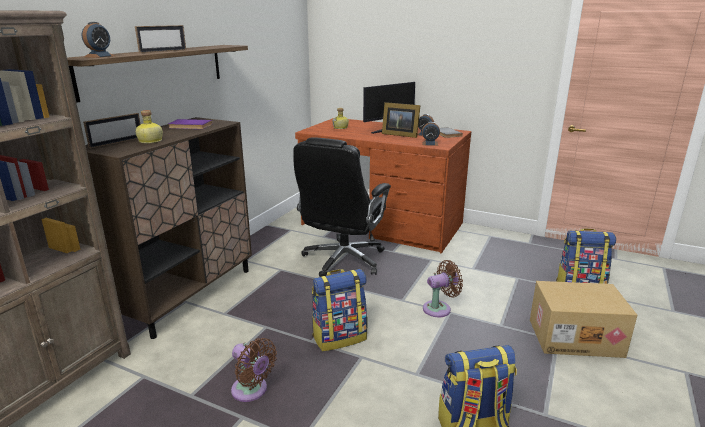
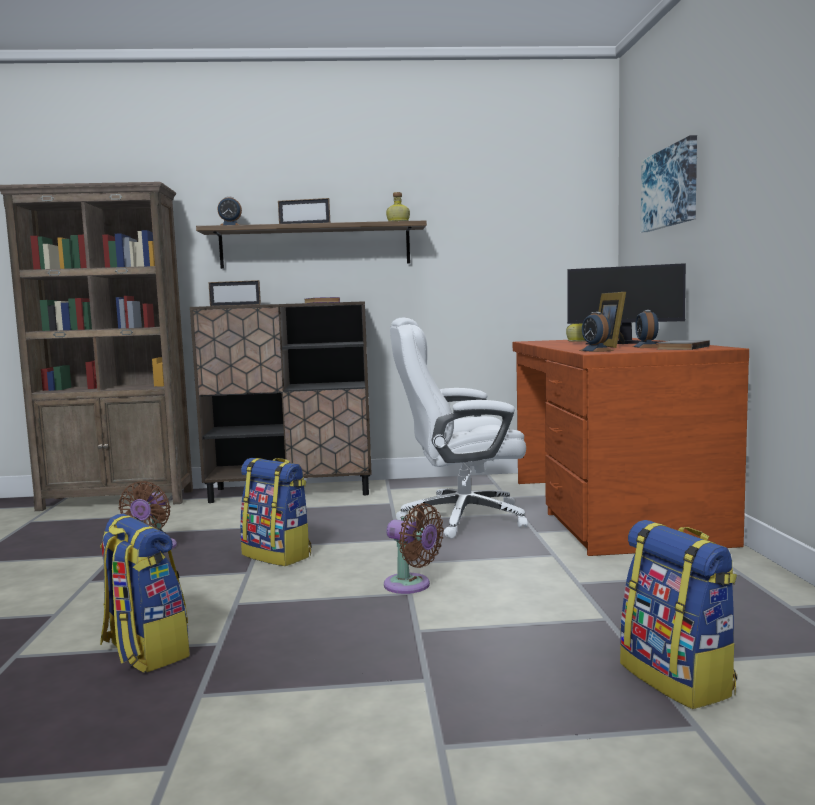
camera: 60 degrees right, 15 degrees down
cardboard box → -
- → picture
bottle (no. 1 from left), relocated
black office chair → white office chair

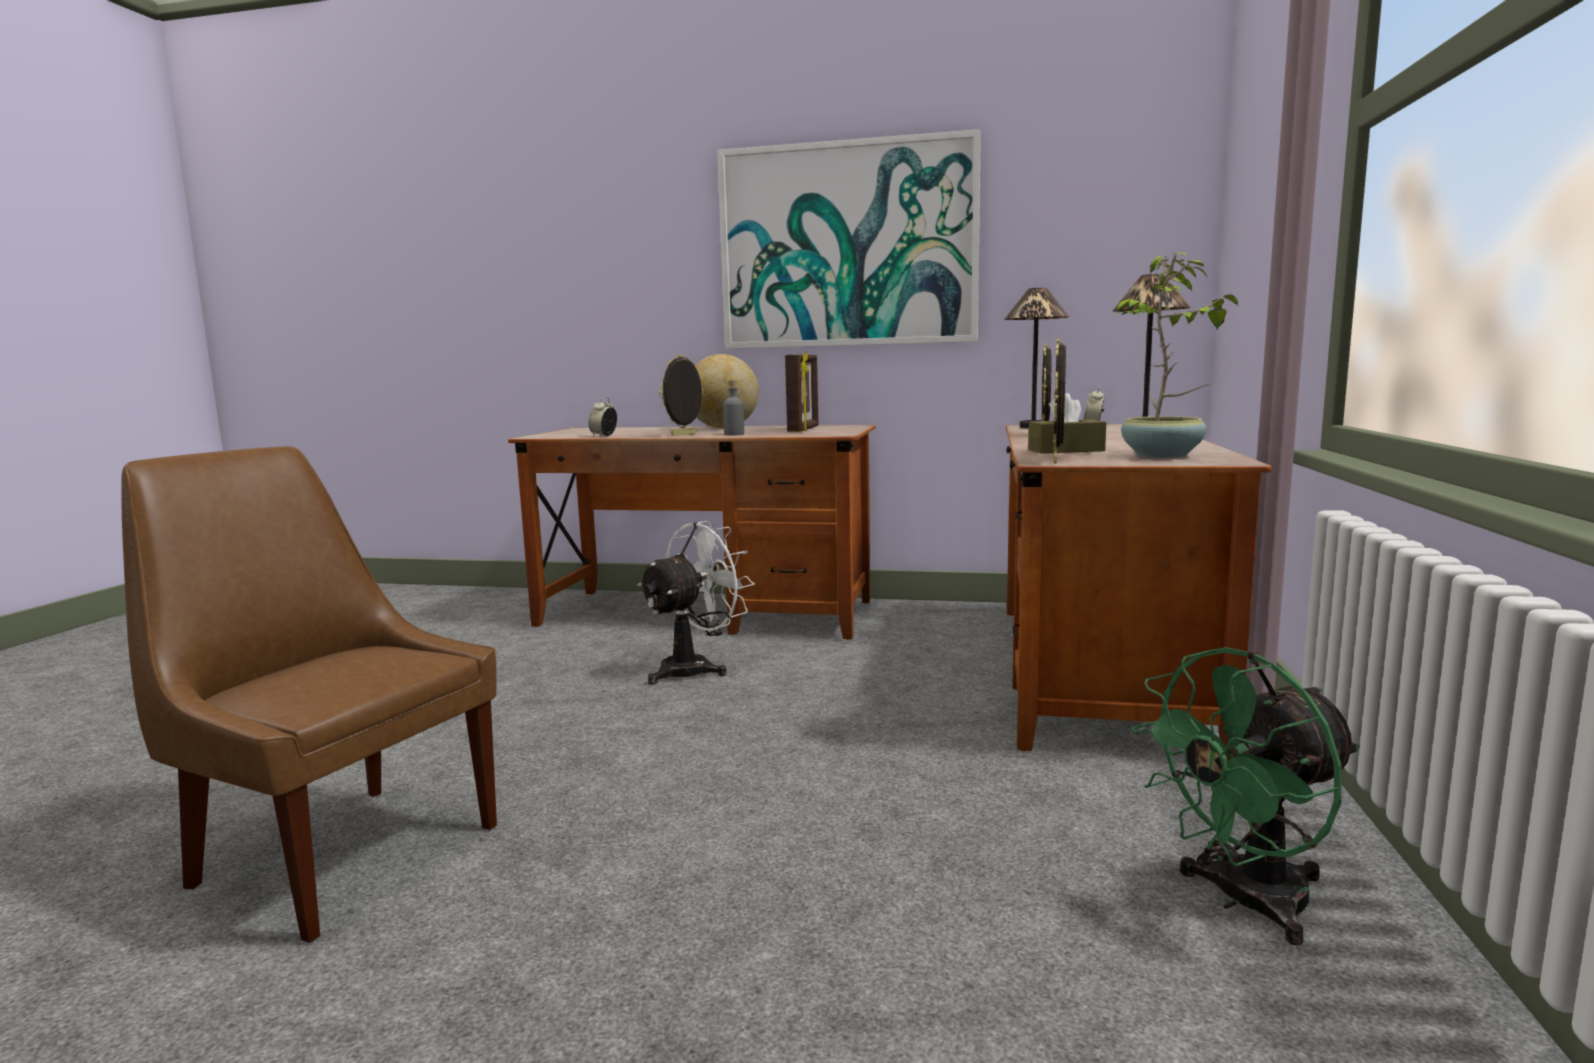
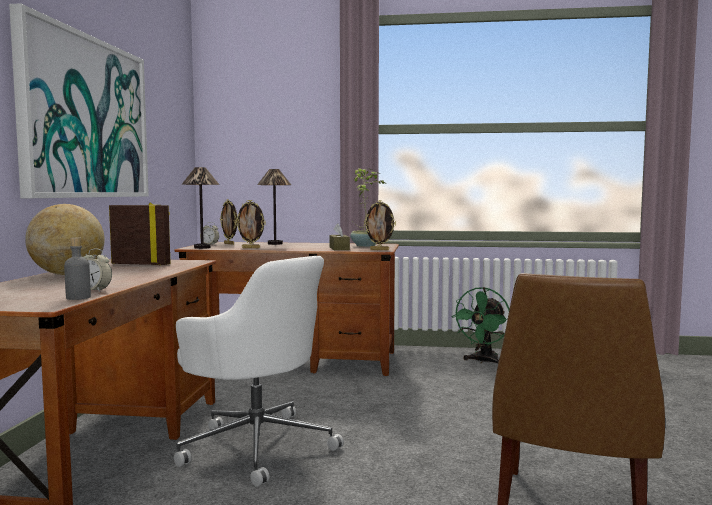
camera: 95 degrees left, 5 degrees down
picture frame (no. 1 from left in the first image) → picture frame (no. 2 from left), relocated
grey bottle, relocated
white fan → white office chair
green fan, 60 degrees clockwise

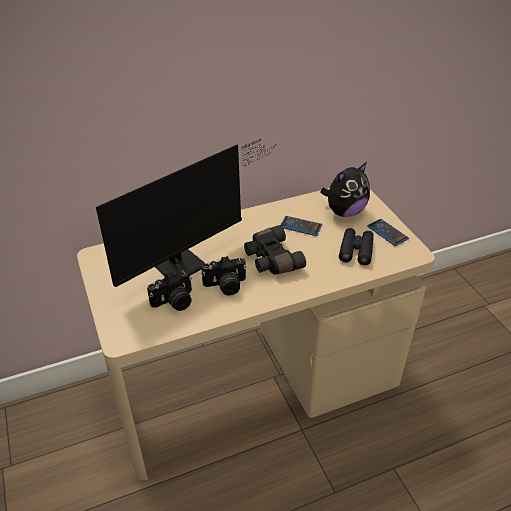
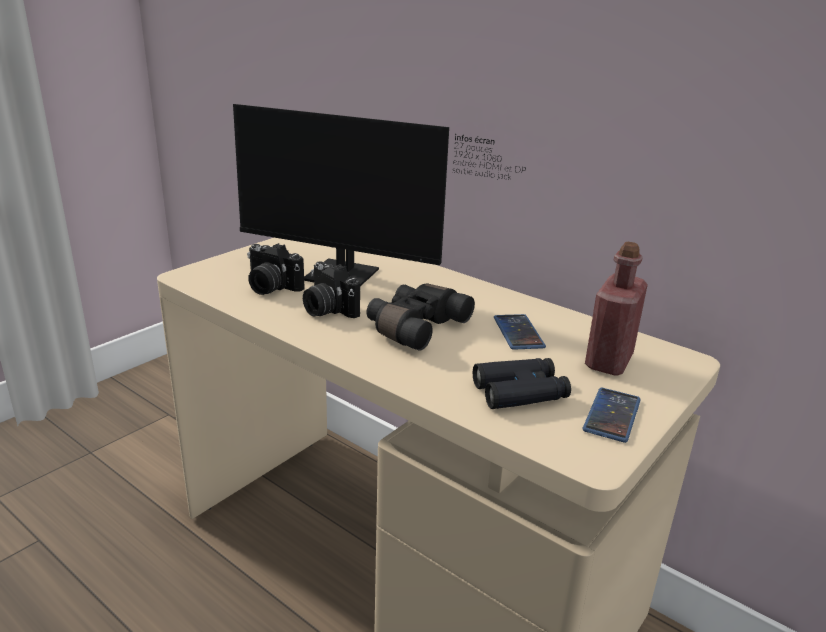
camera: 60 degrees right, 15 degrees down
plush toy → red bottle

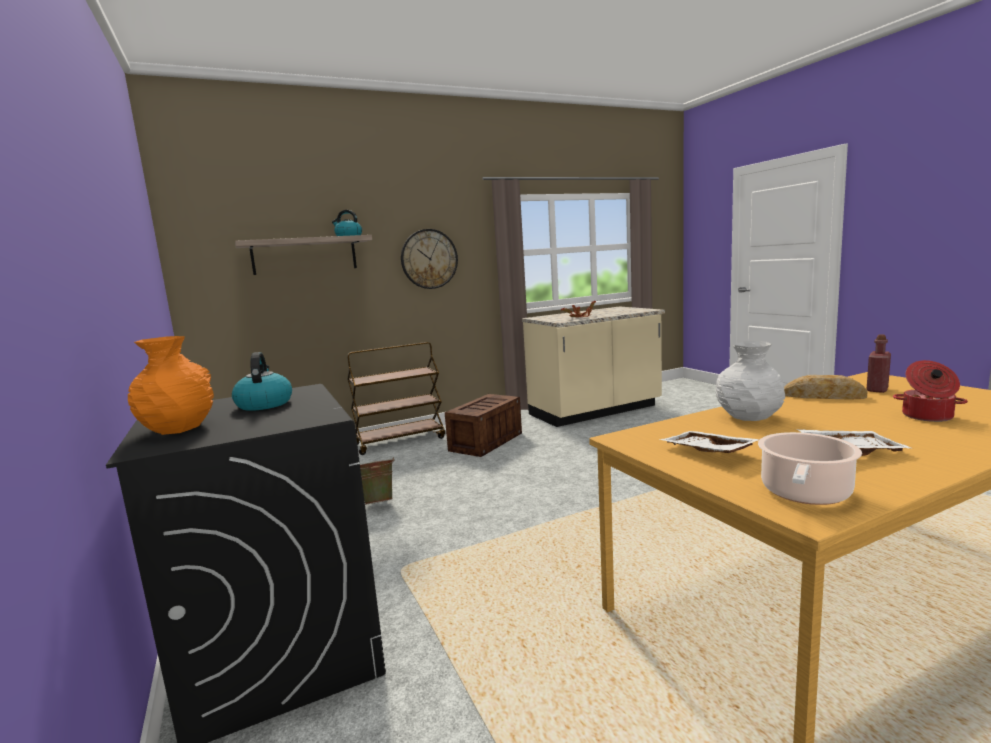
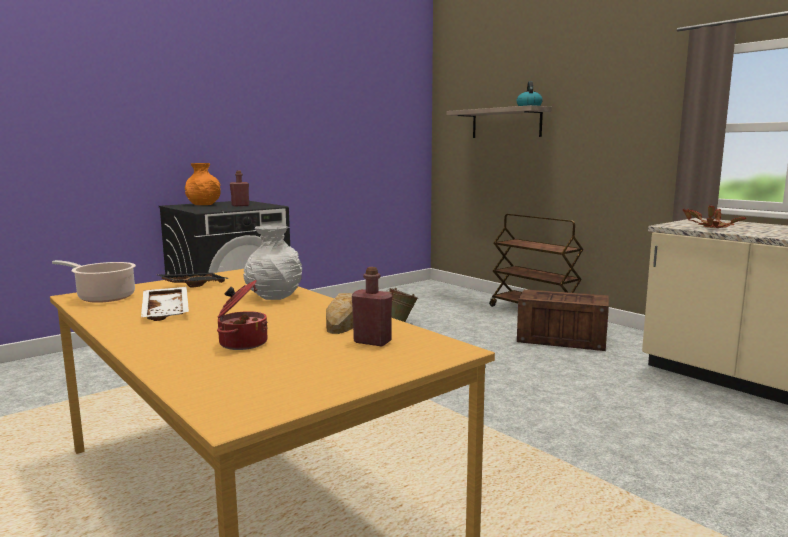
camera: 75 degrees right, 0 degrees up
wall clock → -
kettle (no. 1 from left) → red bottle (no. 1 from left)
white tray (no. 1 from left) → black tray

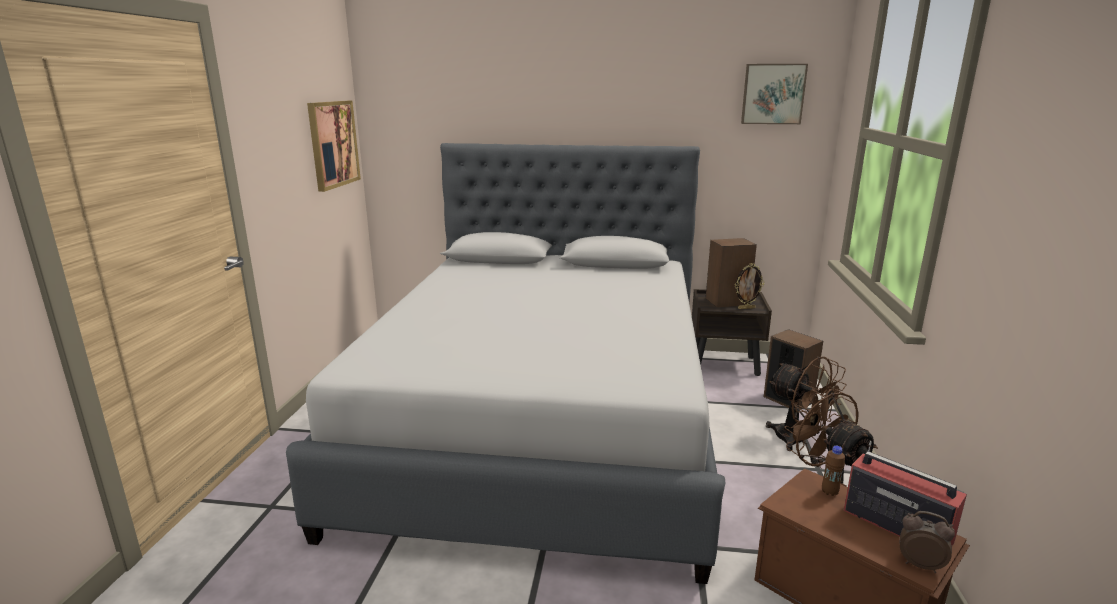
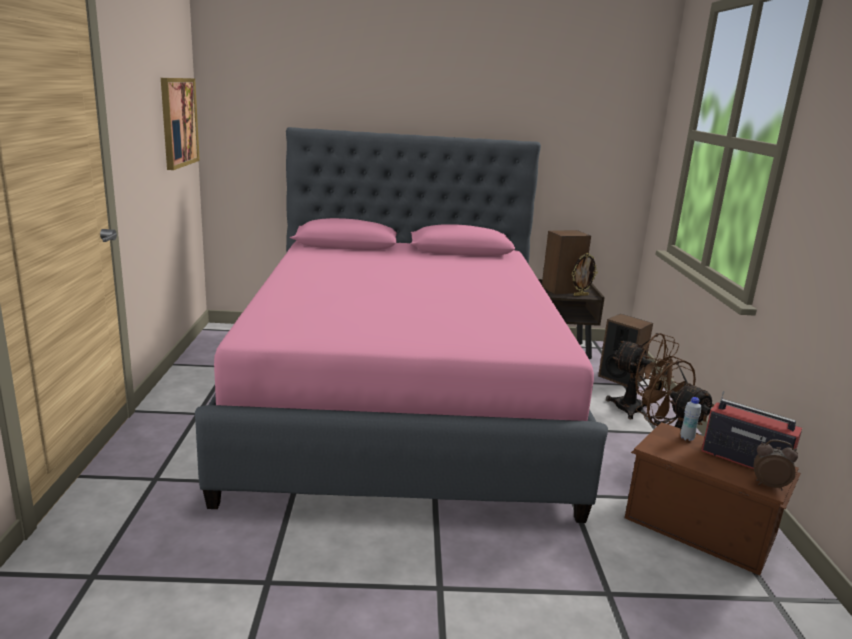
camera: 10 degrees left, 0 degrees up
picture (no. 2 from left) → -
grey bed → pink bed
brown bottle → white bottle

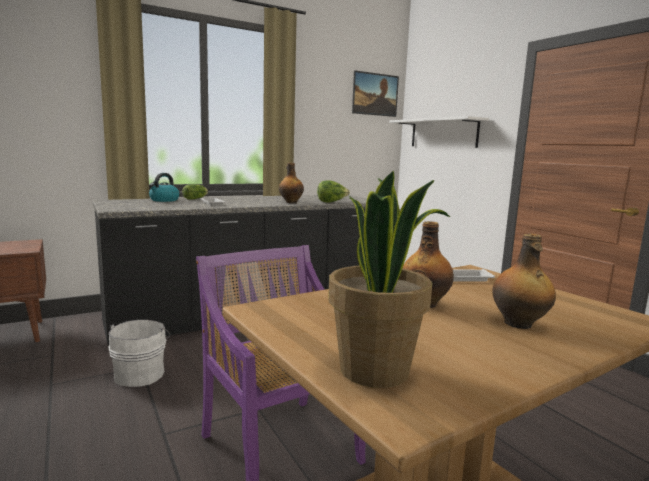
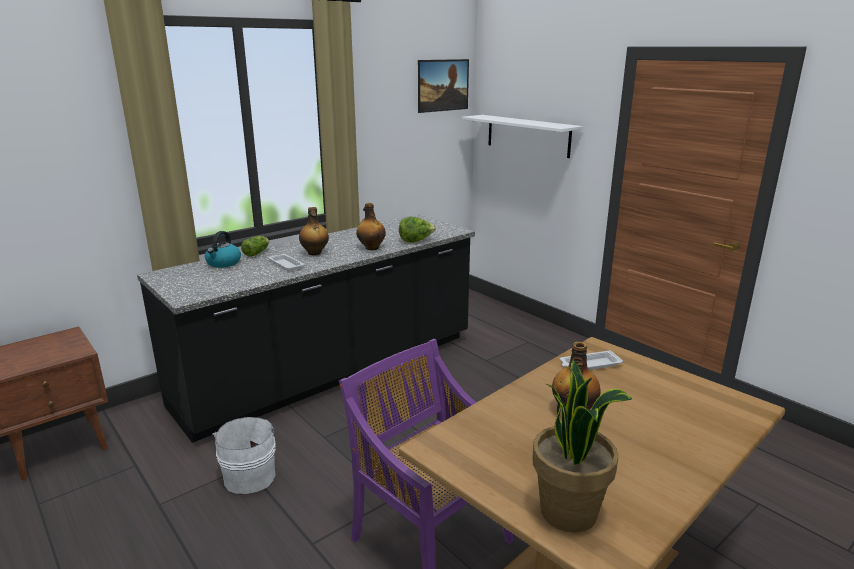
camera: 10 degrees left, 10 degrees up
bottle (no. 3 from left in the first image) → bottle (no. 1 from left), relocated

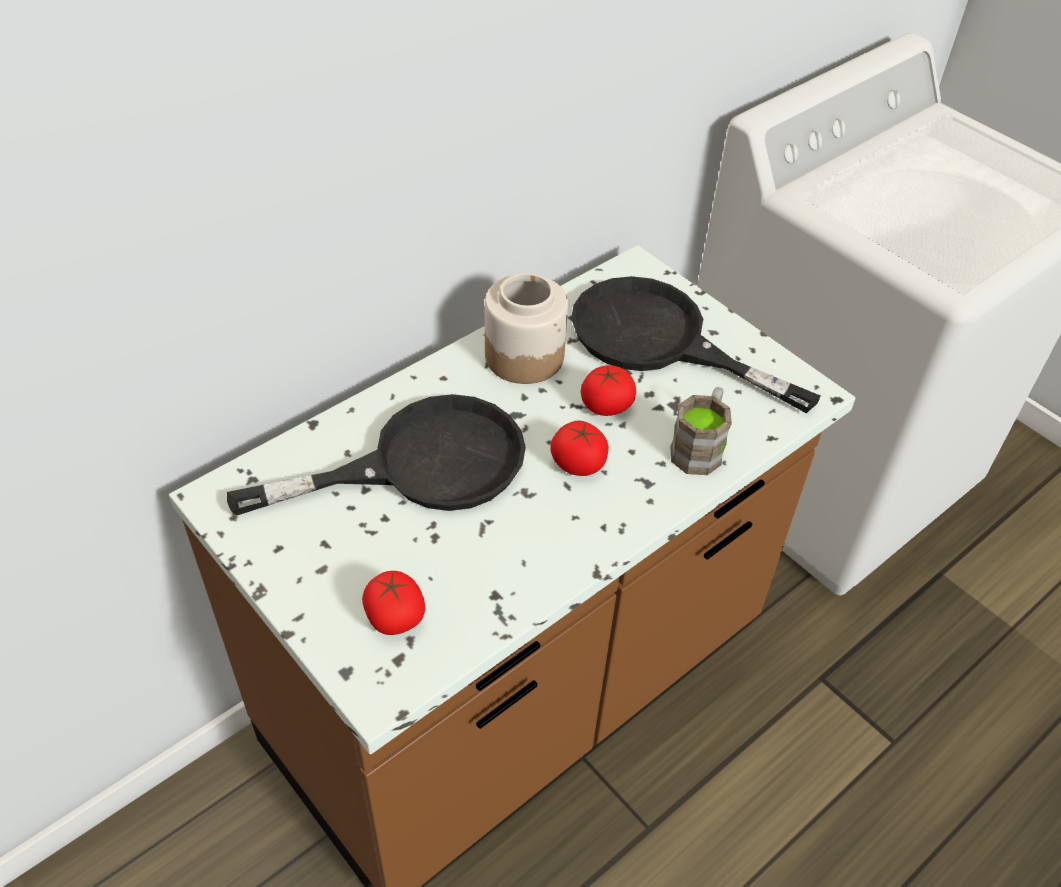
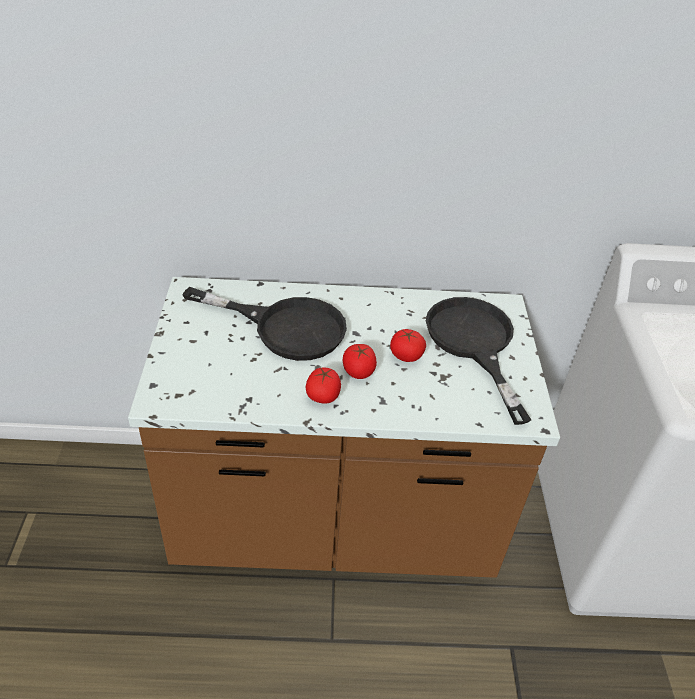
camera: 40 degrees right, 5 degrees down
jar → -
brown mug → -
tomato (no. 1 from left), relocated

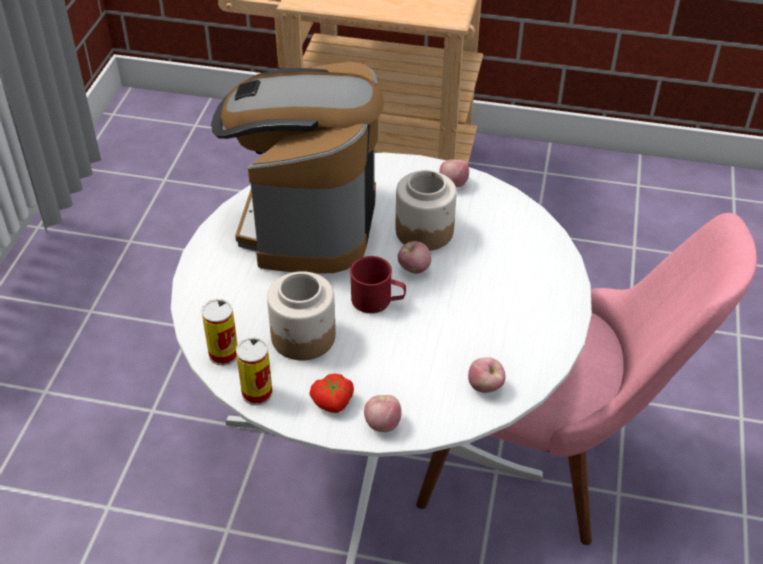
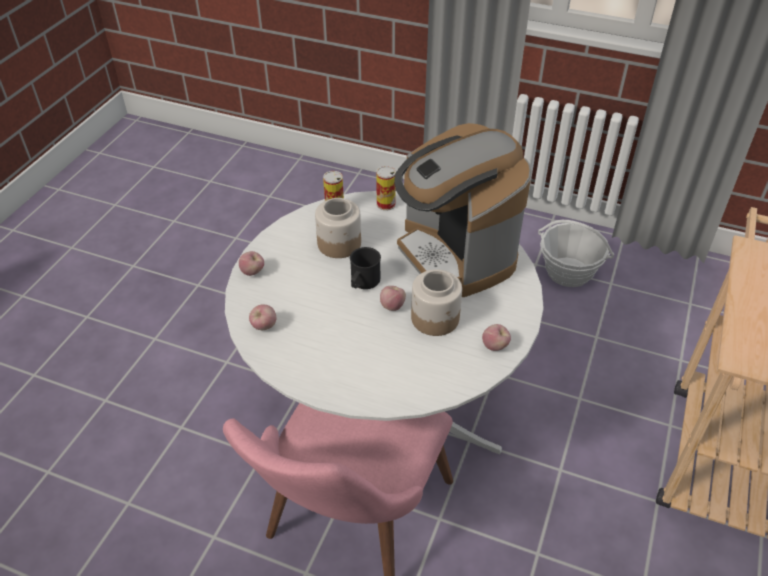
camera: 100 degrees right, 0 degrees up
tomato → -
- → basket
can (no. 2 from left), relocated
red mug → black mug
coffee machine, 135 degrees counterclockwise

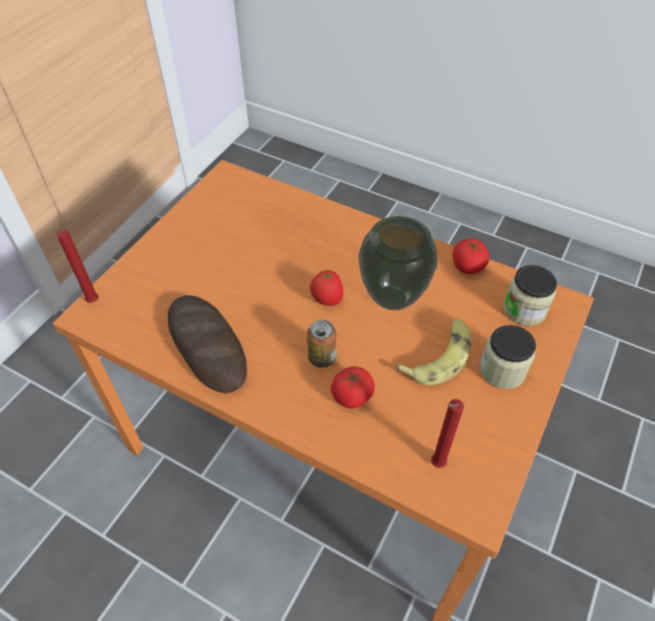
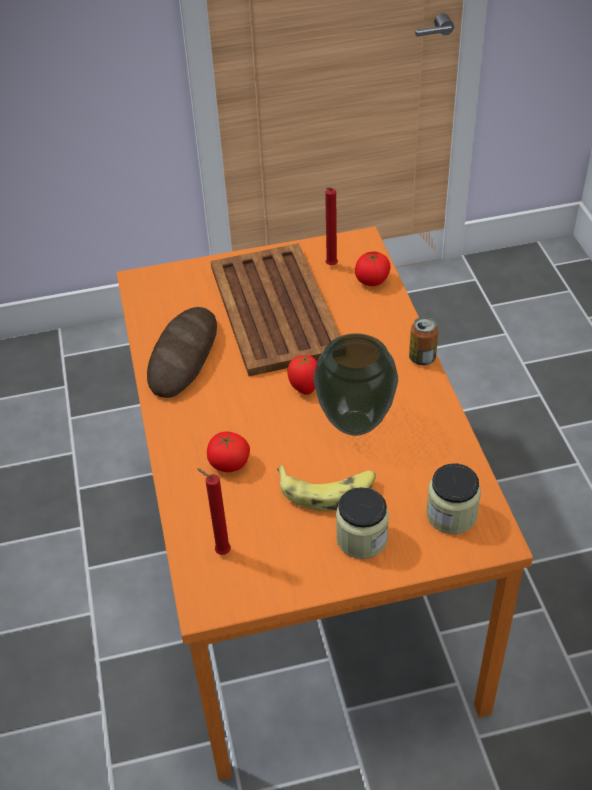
camera: 50 degrees right, 5 degrees down
- → brown tray
red candle (no. 1 from left in the first image) → red candle (no. 2 from left), relocated
can, relocated
tomato (no. 3 from left), relocated

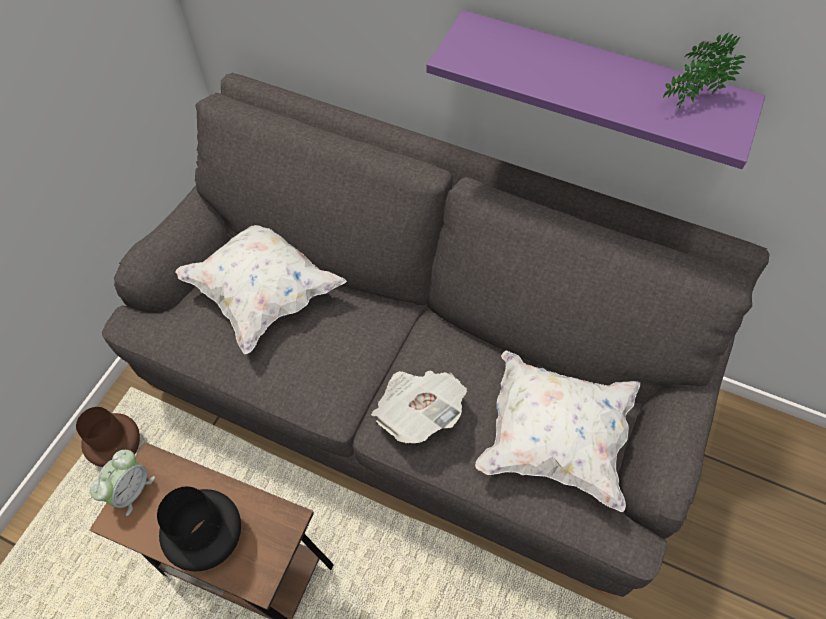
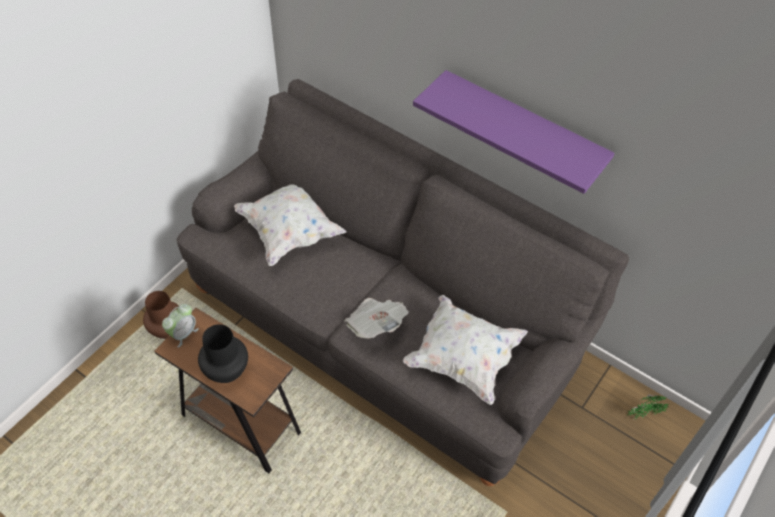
camera: 10 degrees right, 5 degrees down
potted plant, relocated

